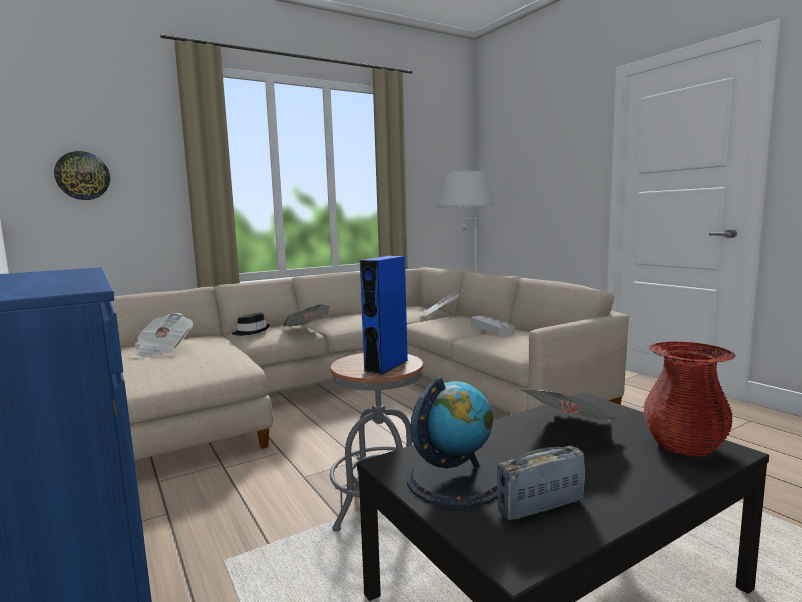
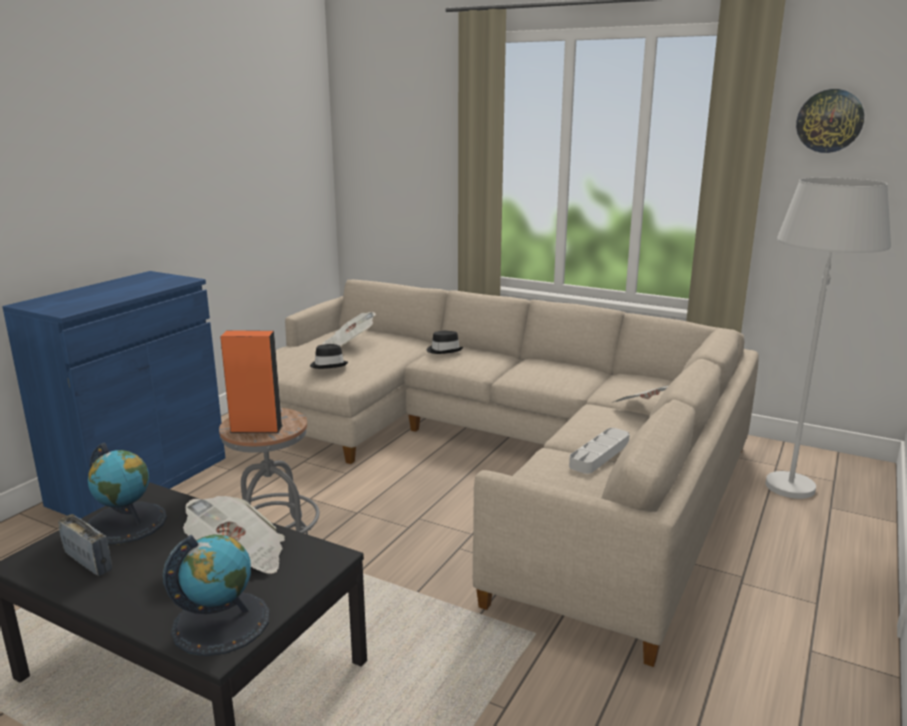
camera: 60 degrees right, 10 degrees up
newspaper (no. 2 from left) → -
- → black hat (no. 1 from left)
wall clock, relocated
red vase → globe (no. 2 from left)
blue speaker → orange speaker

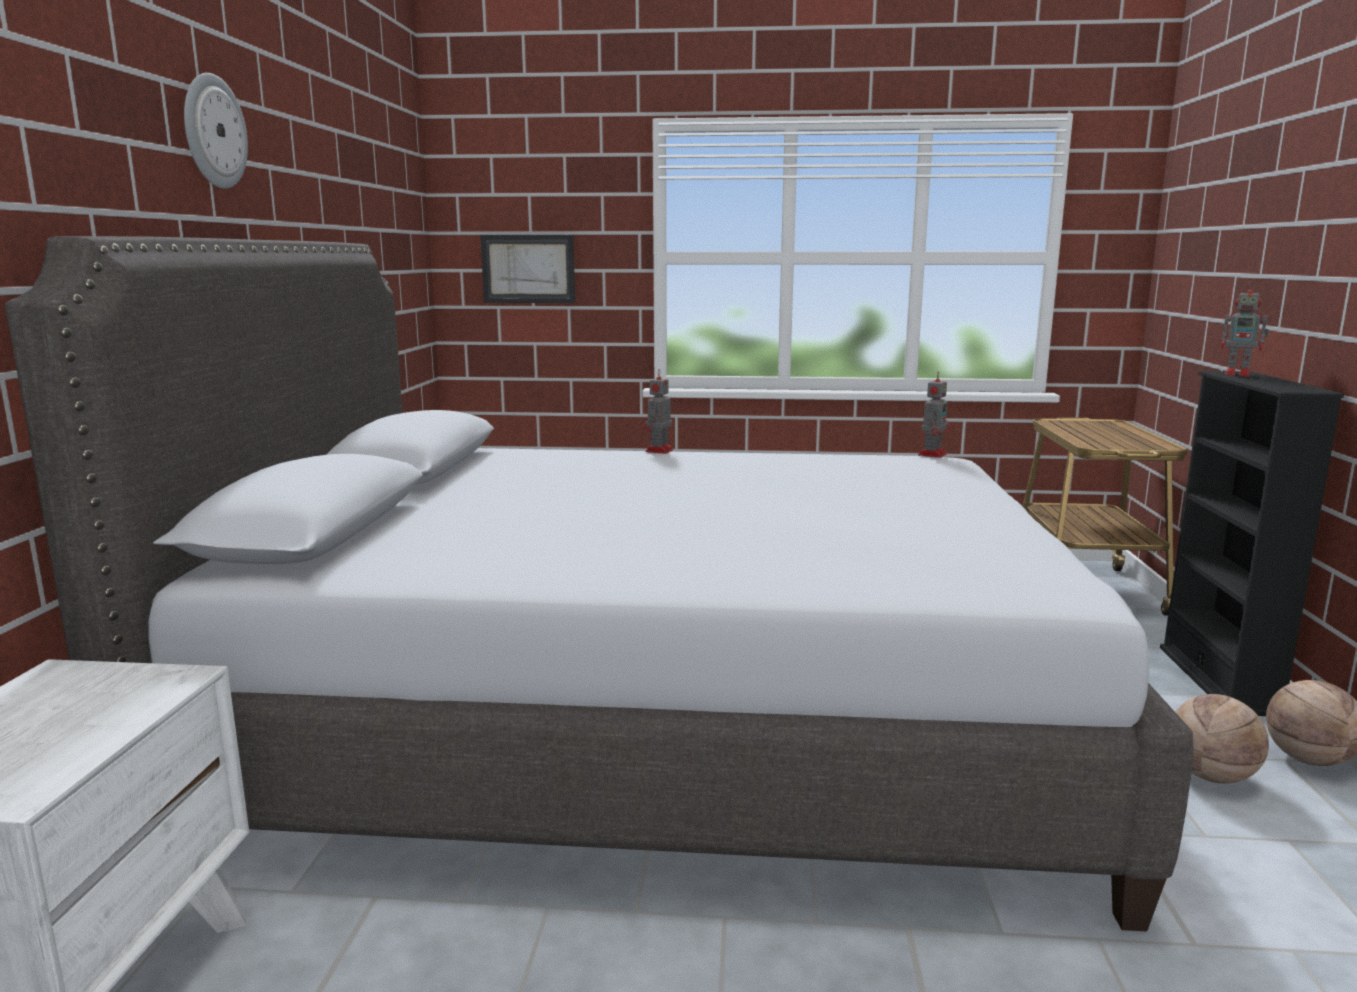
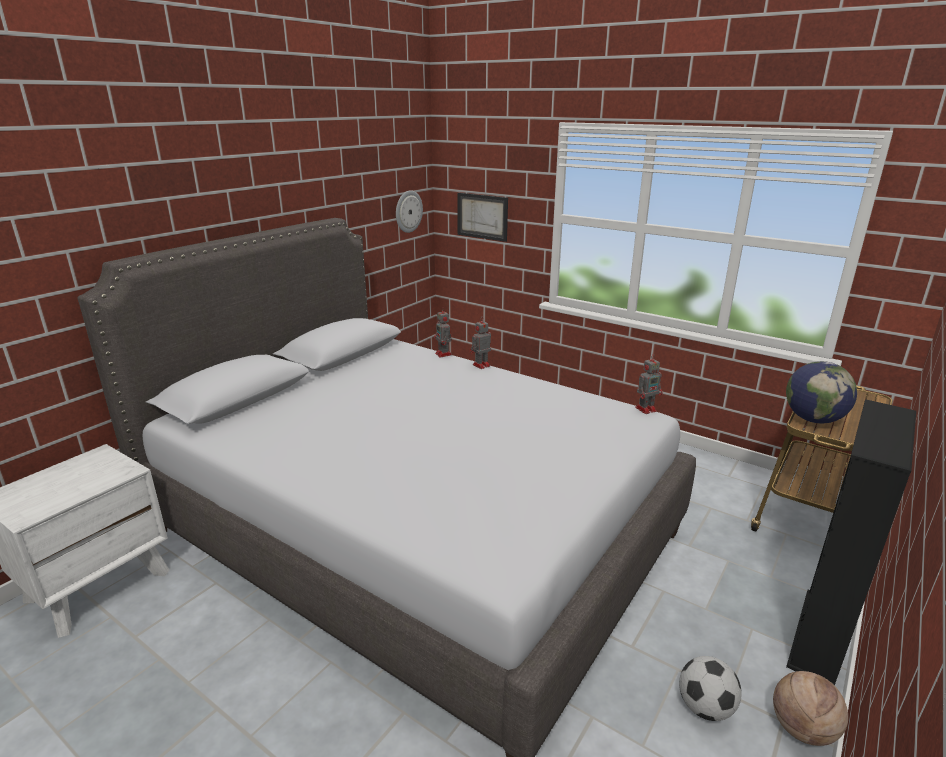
camera: 30 degrees right, 10 degrees up
- → globe
wall clock, relocated
toy robot (no. 3 from left in the first image) → toy robot (no. 1 from left), relocated
basketball (no. 1 from left) → football

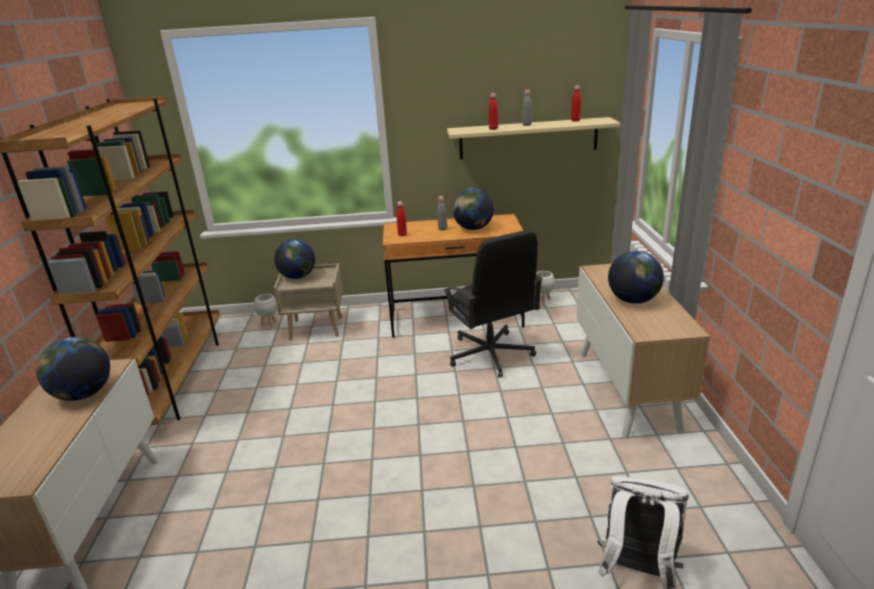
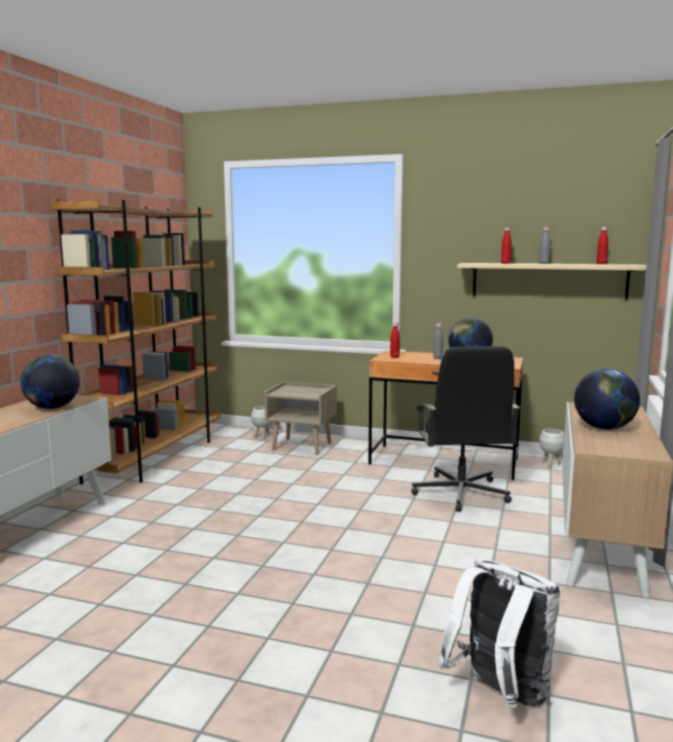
camera: 20 degrees right, 15 degrees down
globe (no. 2 from left) → -

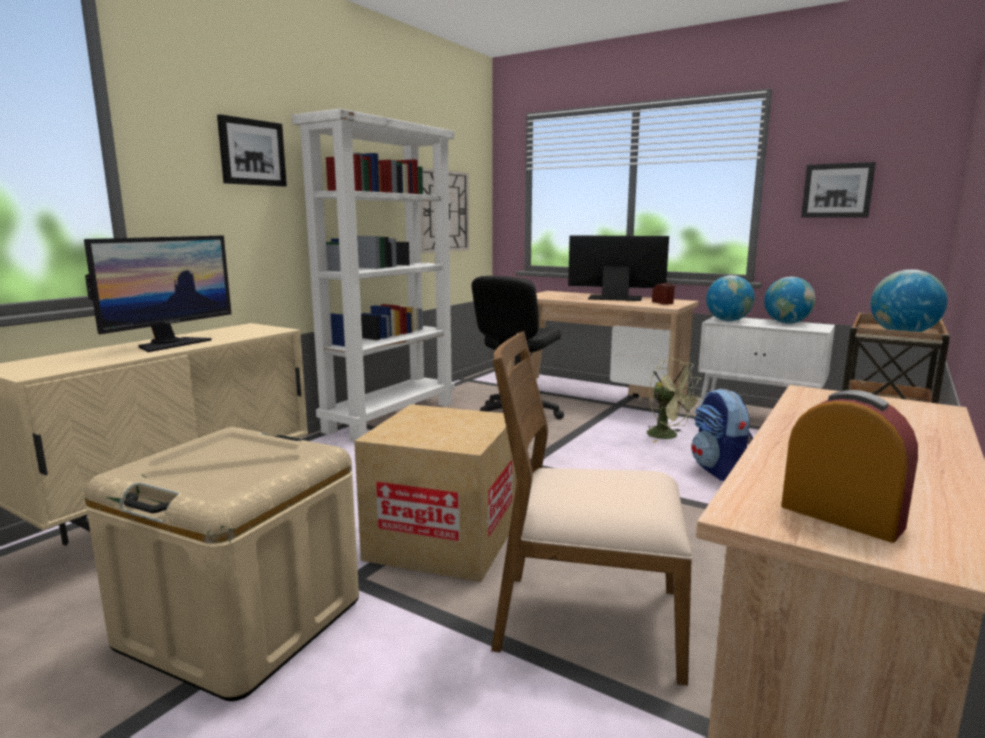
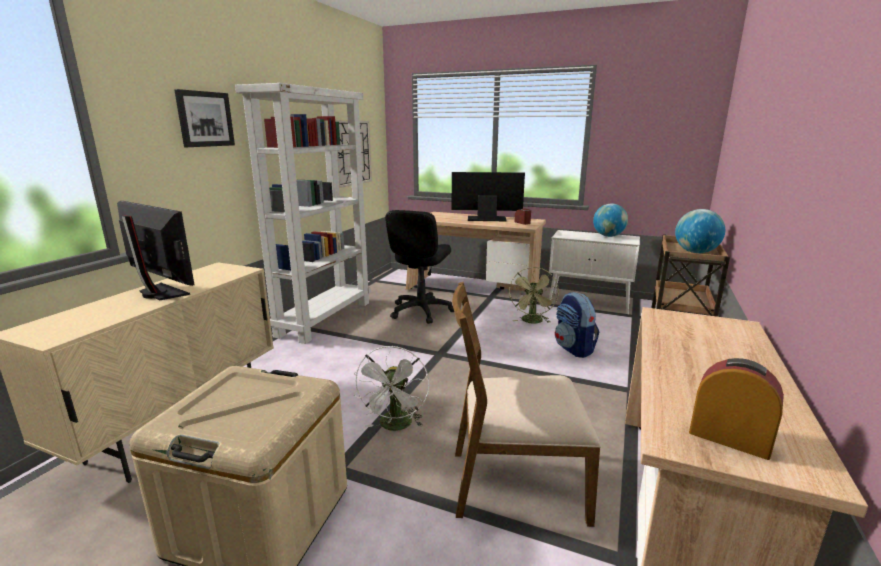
camera: 10 degrees left, 5 degrees up
globe (no. 1 from left) → -
picture (no. 2 from left) → -
cardboard box → white fan
monitor (no. 1 from left), 75 degrees counterclockwise
green fan, 60 degrees clockwise

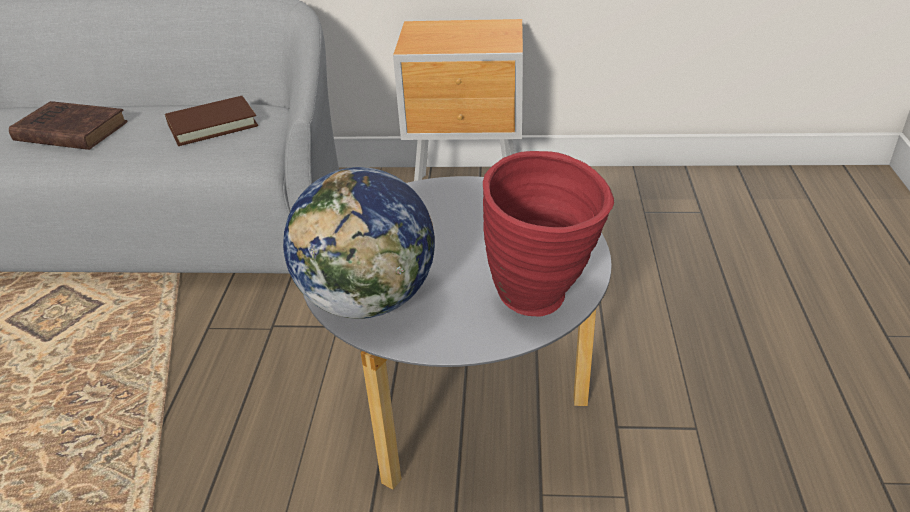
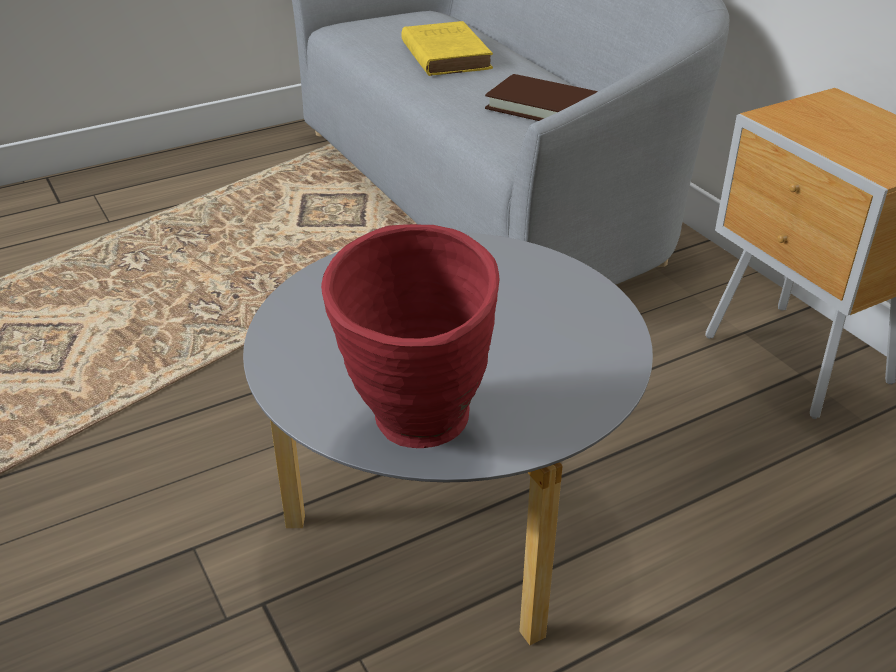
camera: 55 degrees right, 0 degrees up
globe → -
brown book (no. 1 from left) → yellow book

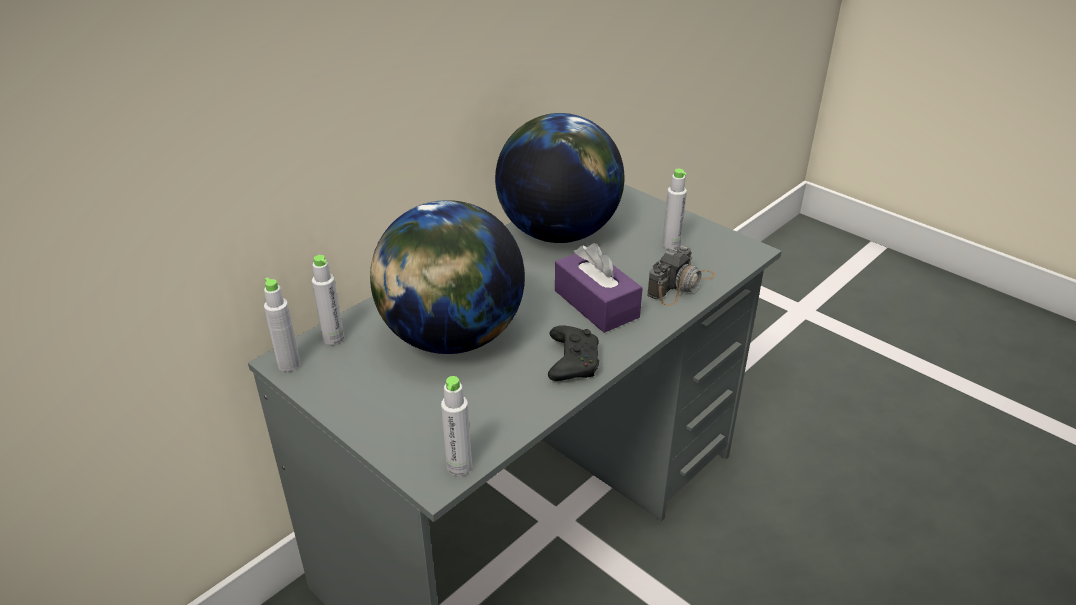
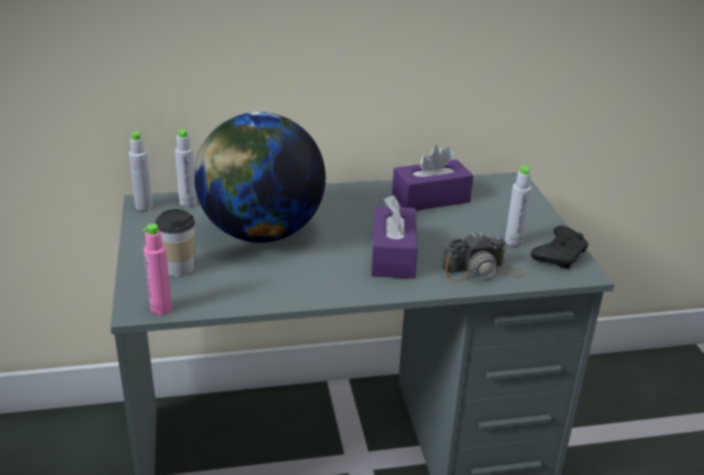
camera: 35 degrees right, 5 degrees down
- → cup
black game controller, relocated
globe (no. 2 from left) → purple tissue box (no. 2 from left)
grey bottle (no. 3 from left) → pink bottle

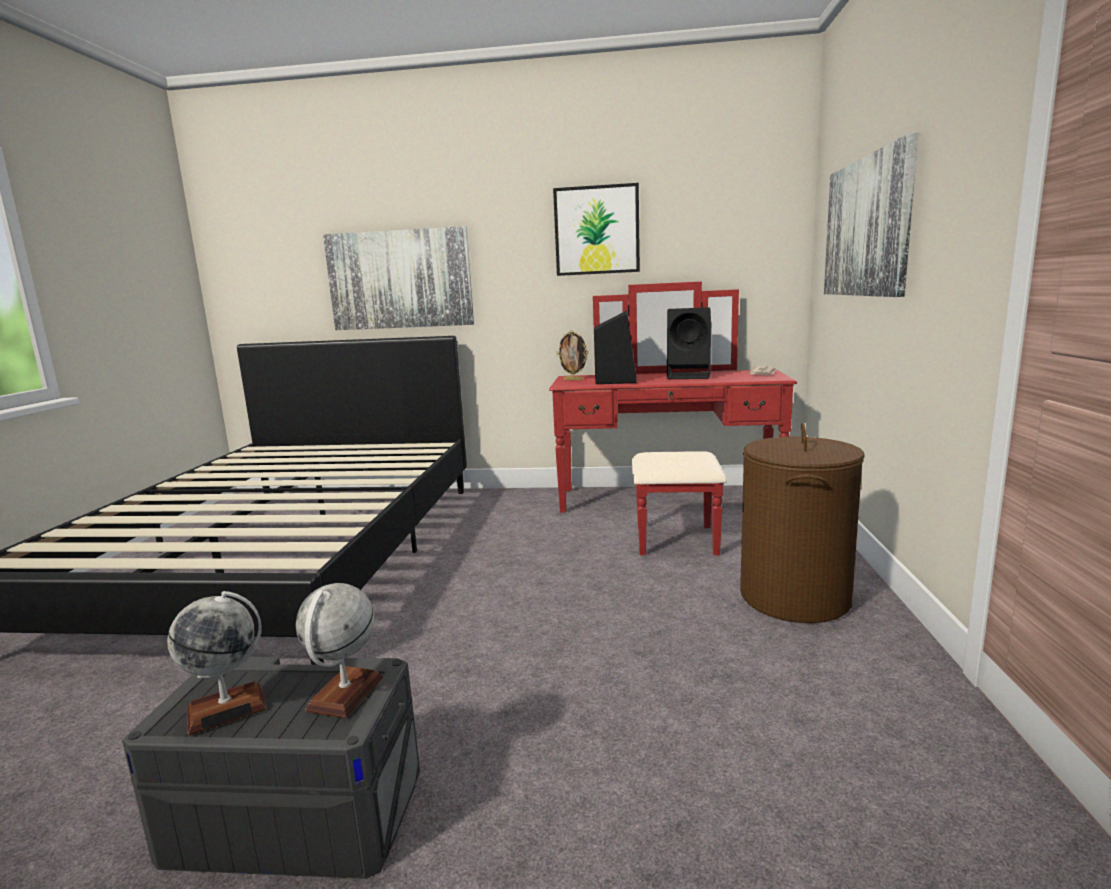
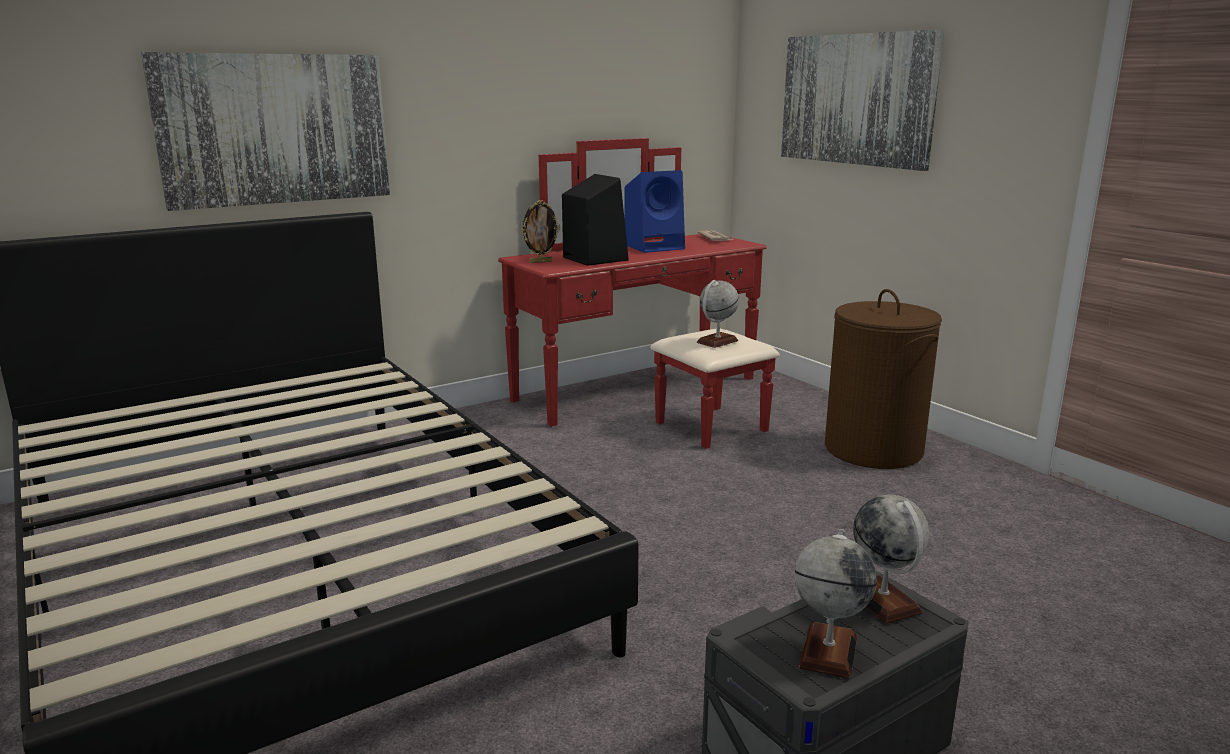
camera: 40 degrees left, 5 degrees up
picture (no. 2 from left) → -
- → globe (no. 1 from left)
black speaker (no. 2 from left) → blue speaker

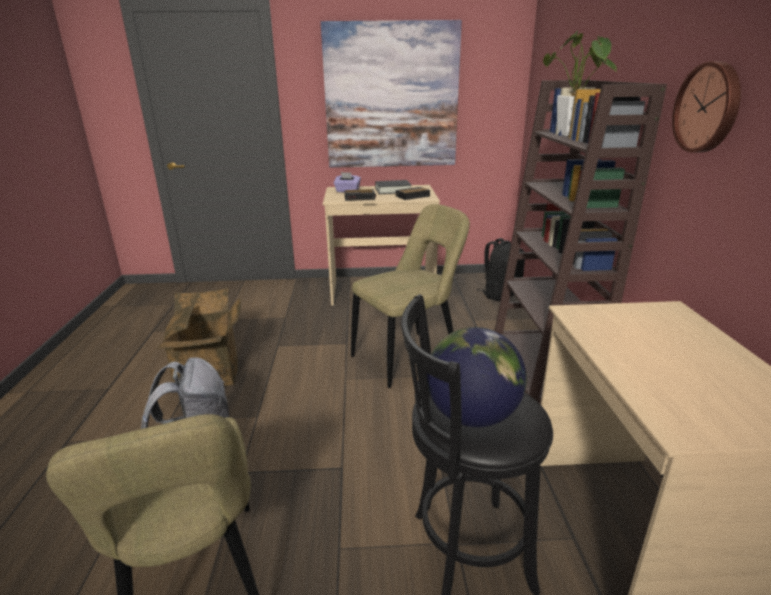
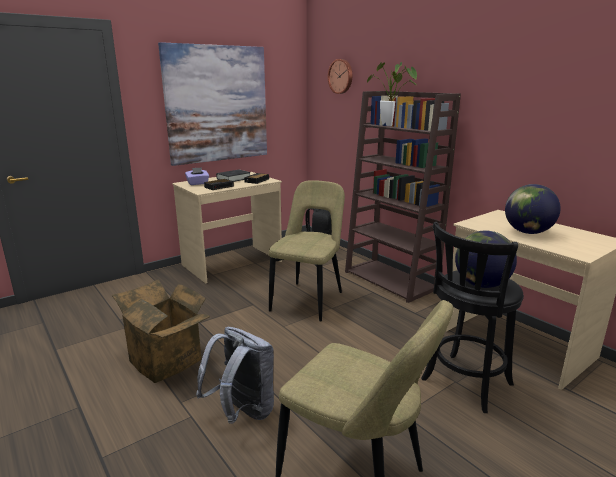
camera: 35 degrees left, 5 degrees down
- → globe (no. 2 from left)
wall clock, relocated

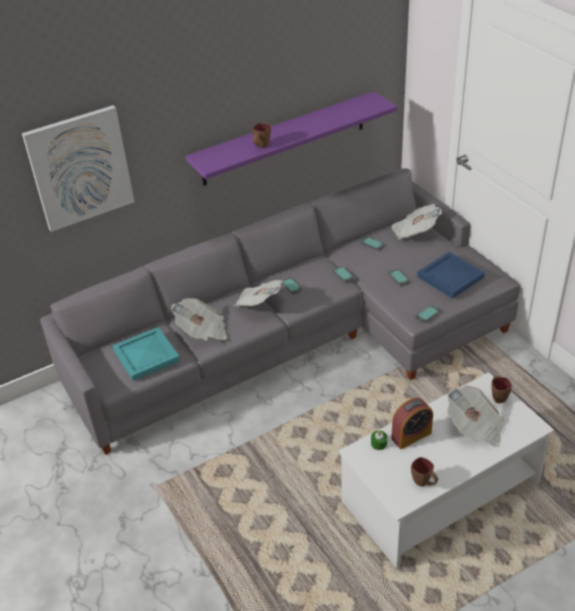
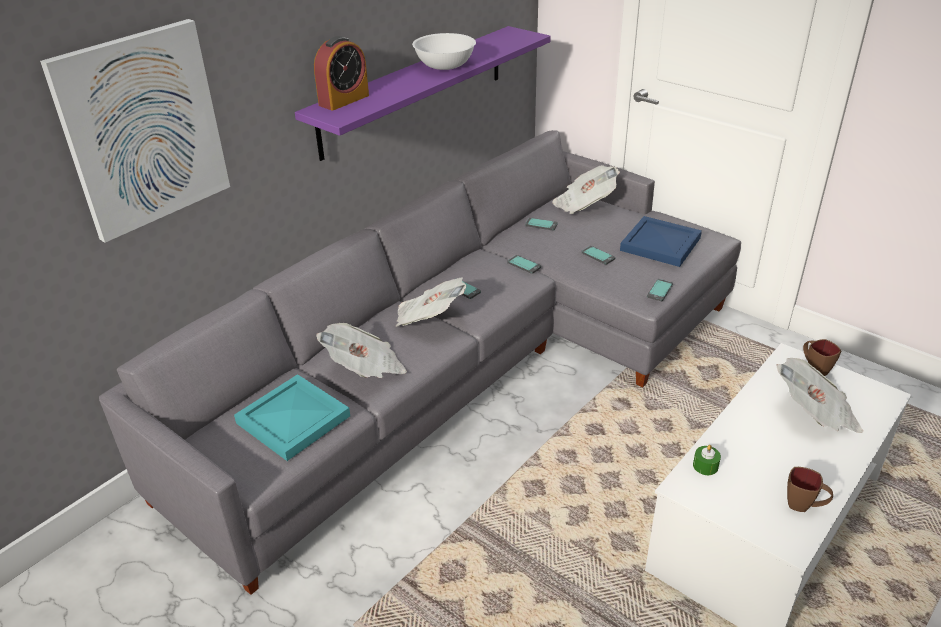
camera: 20 degrees left, 5 degrees down
brown mug (no. 1 from left) → -
- → white bowl
alarm clock, relocated

